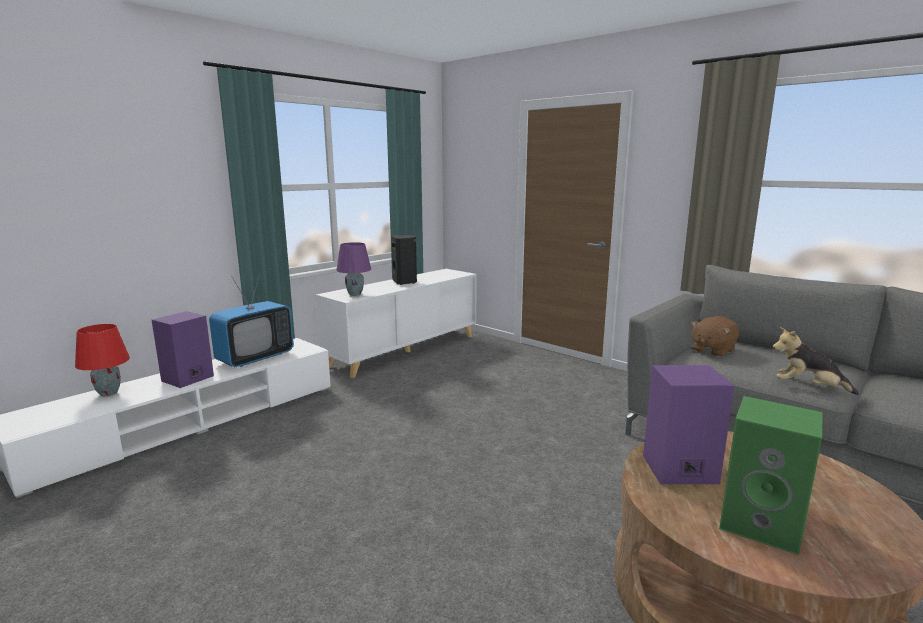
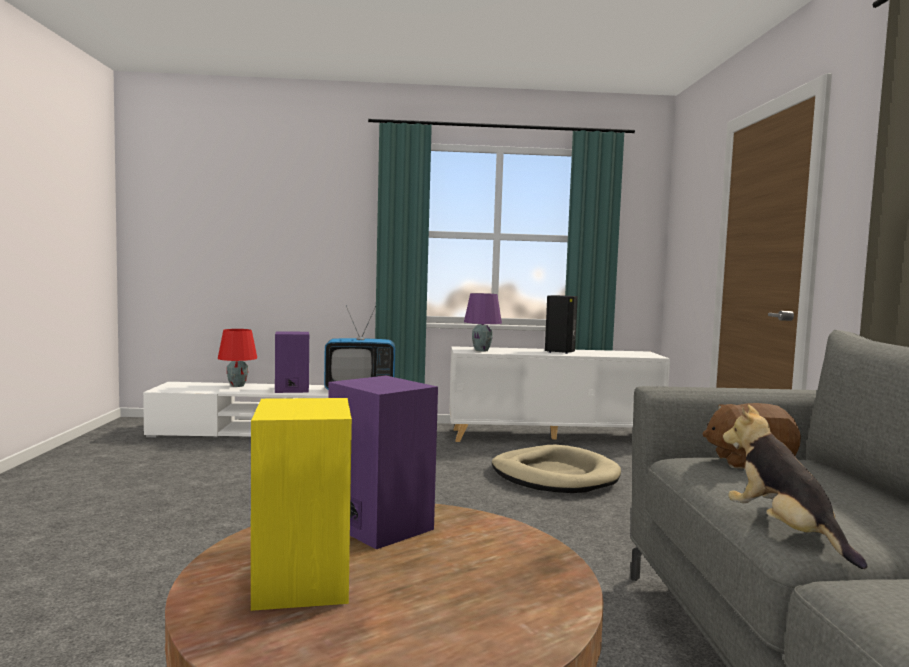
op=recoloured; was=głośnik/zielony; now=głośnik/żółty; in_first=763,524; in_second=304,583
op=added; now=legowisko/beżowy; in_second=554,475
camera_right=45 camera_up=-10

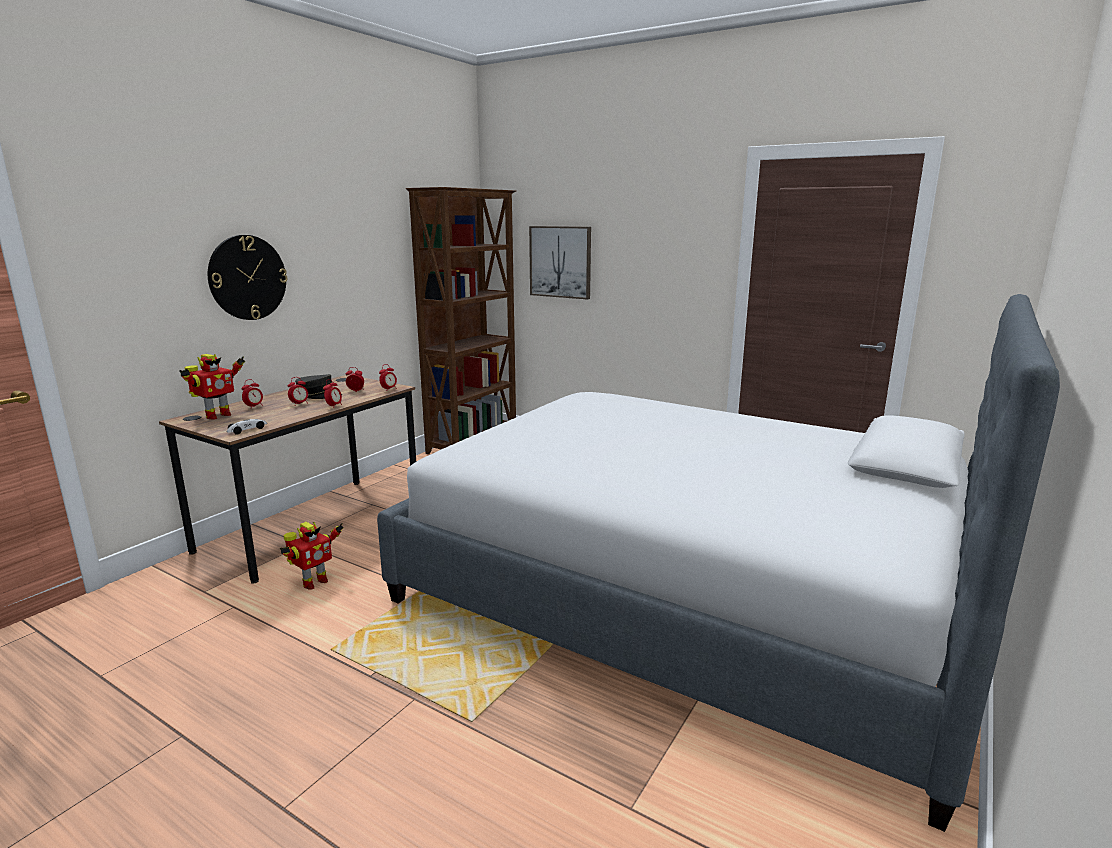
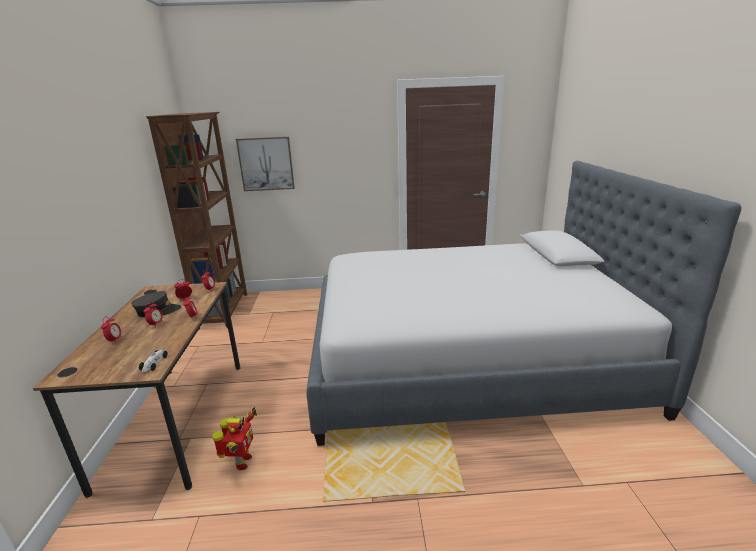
op=removed; was=zegar ścienny; in_first=247,277
op=removed; was=robot zabawkowy; in_first=217,416
camera_right=-35 camera_up=5

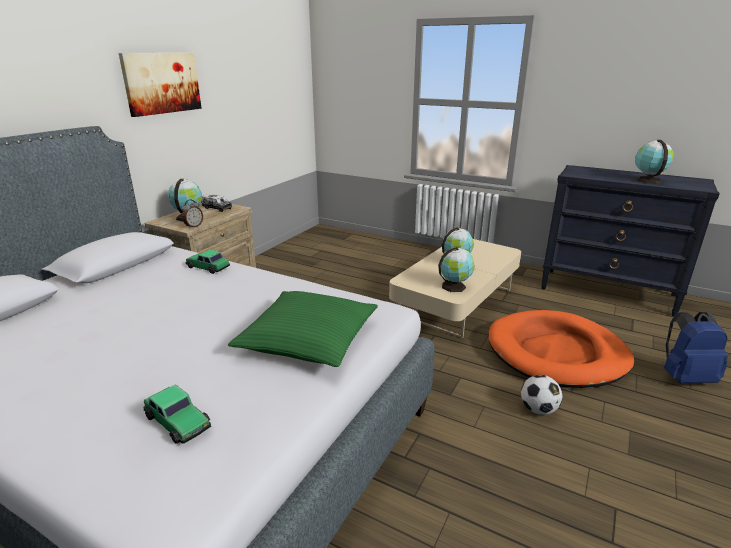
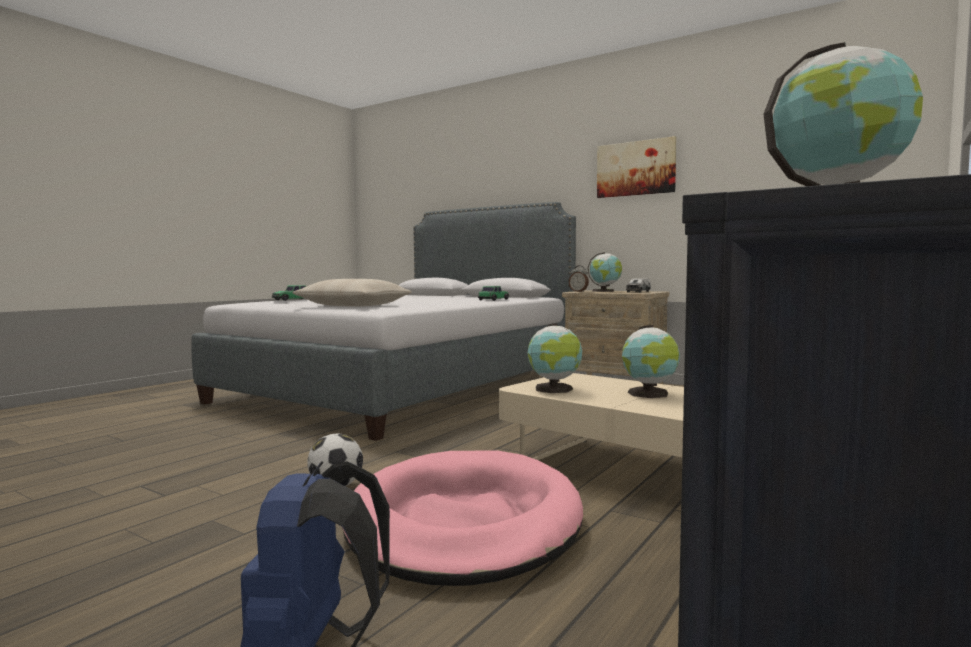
op=recoloured; was=poduszka/zielony; now=poduszka/beżowy; in_first=308,339; in_second=354,305
op=recoloured; was=legowisko/pomarańczowy; now=legowisko/różowy; in_first=556,353; in_second=464,523
camera_right=95 camera_up=-20

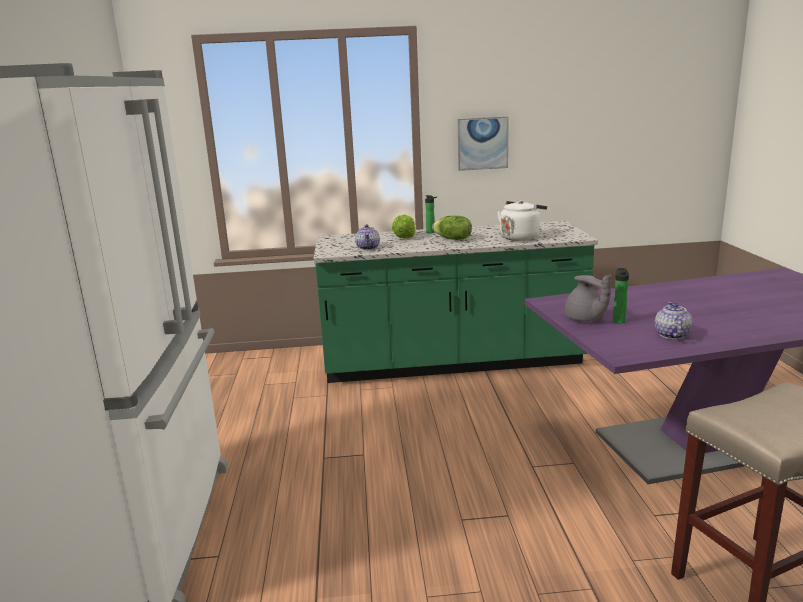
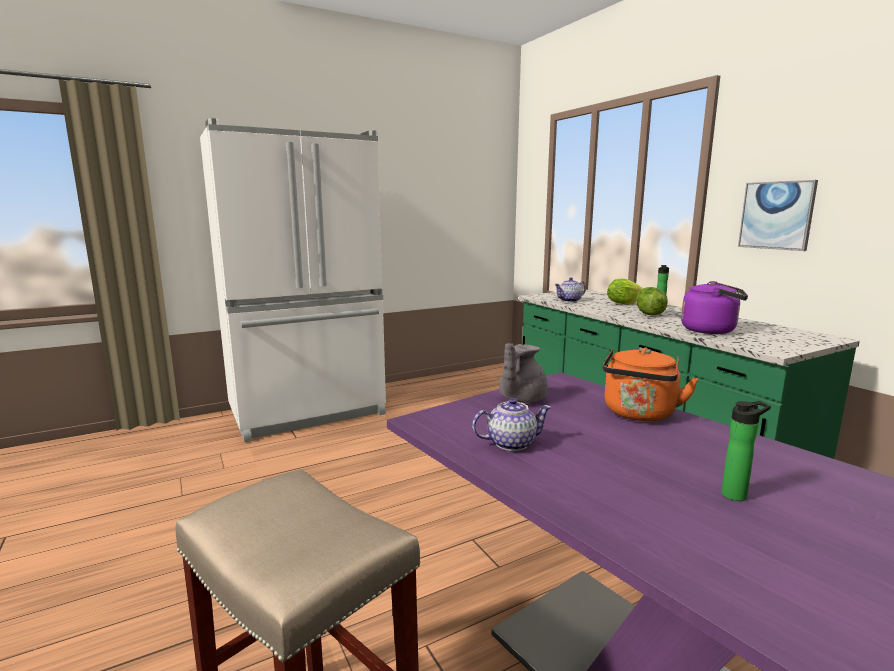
op=recoloured; was=czajnik/biały; now=czajnik/fioletowy; in_first=520,237; in_second=711,330
op=moved; was=butelka; in_first=618,320; in_second=737,495
op=added; now=czajnik/pomarańczowy; in_second=639,414
camera_right=65 camera_up=-5

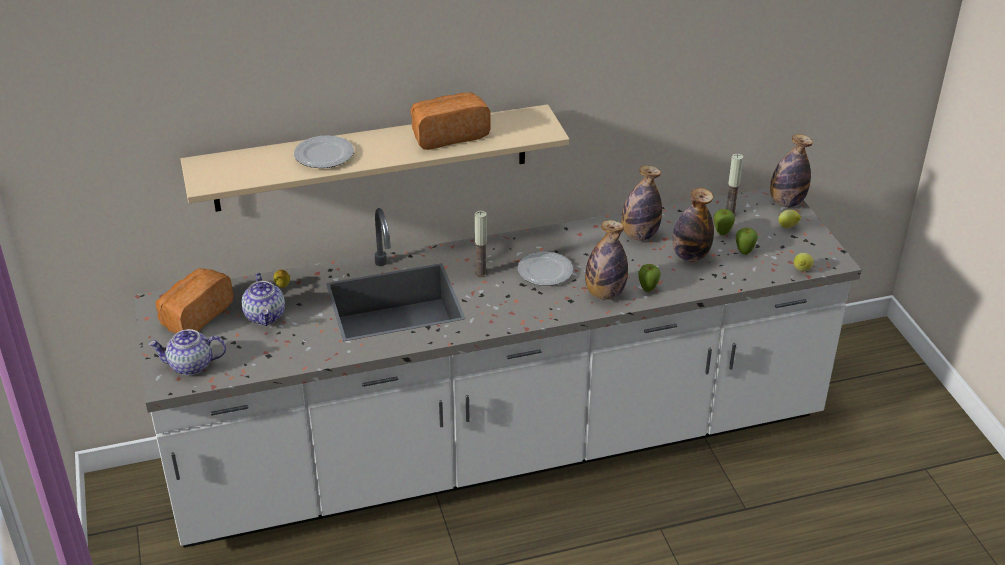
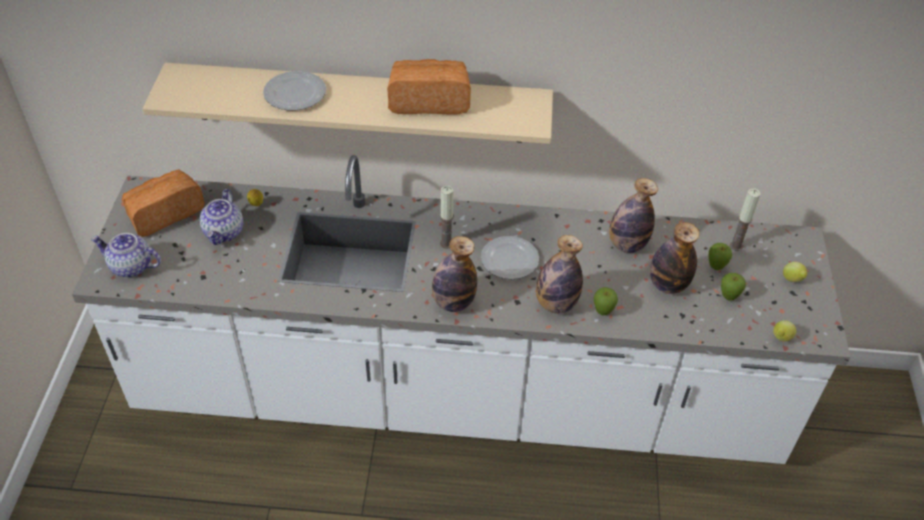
op=moved; was=butelka; in_first=786,202; in_second=453,302
camera_right=20 camera_up=10

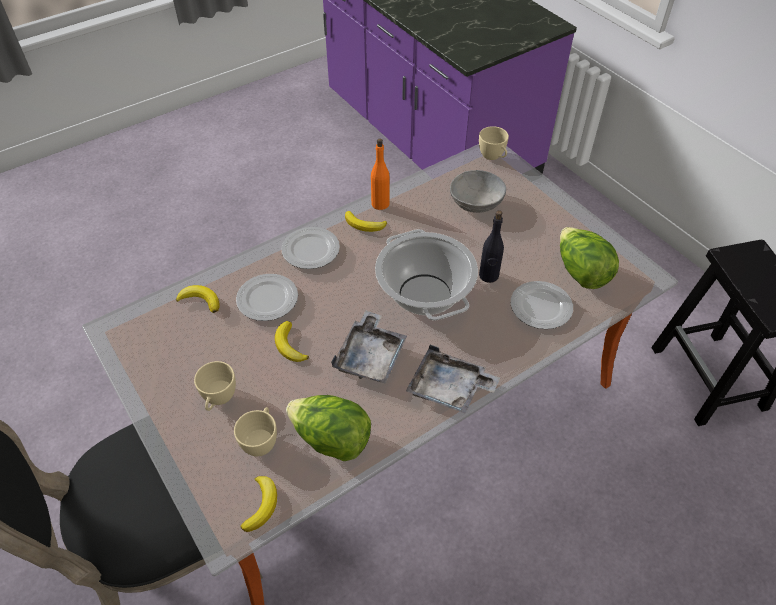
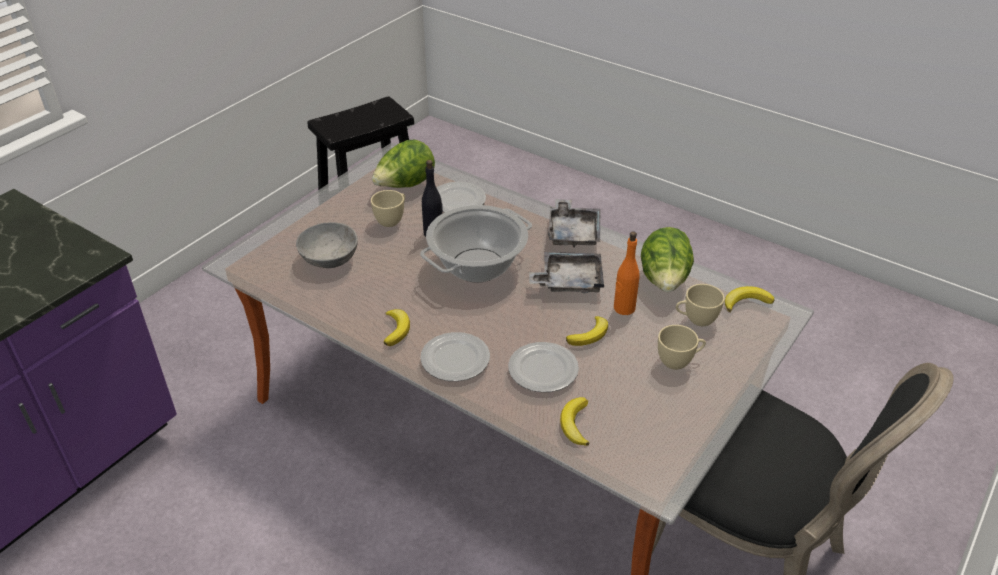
op=moved; was=filiżanka/beżowy; in_first=493,157; in_second=392,220
op=moved; was=butelka/pomarańczowy; in_first=380,203; in_second=624,308
camera_right=-110 camera_up=-10

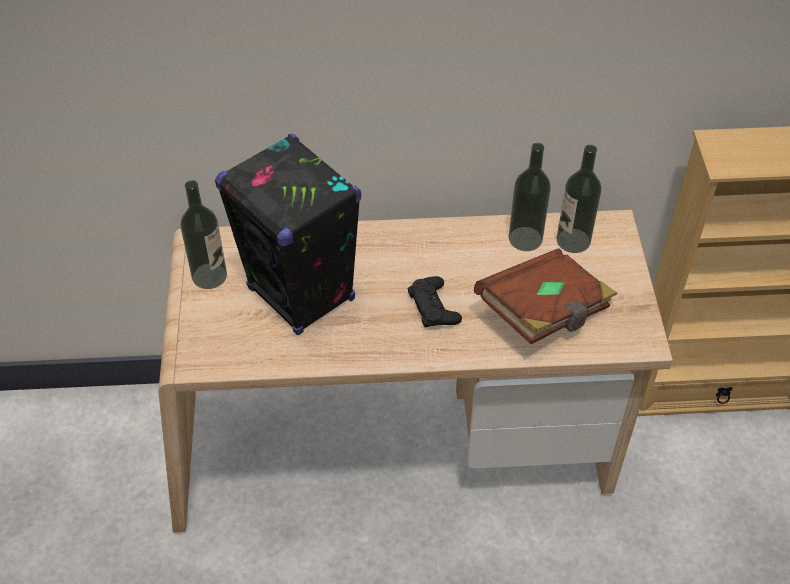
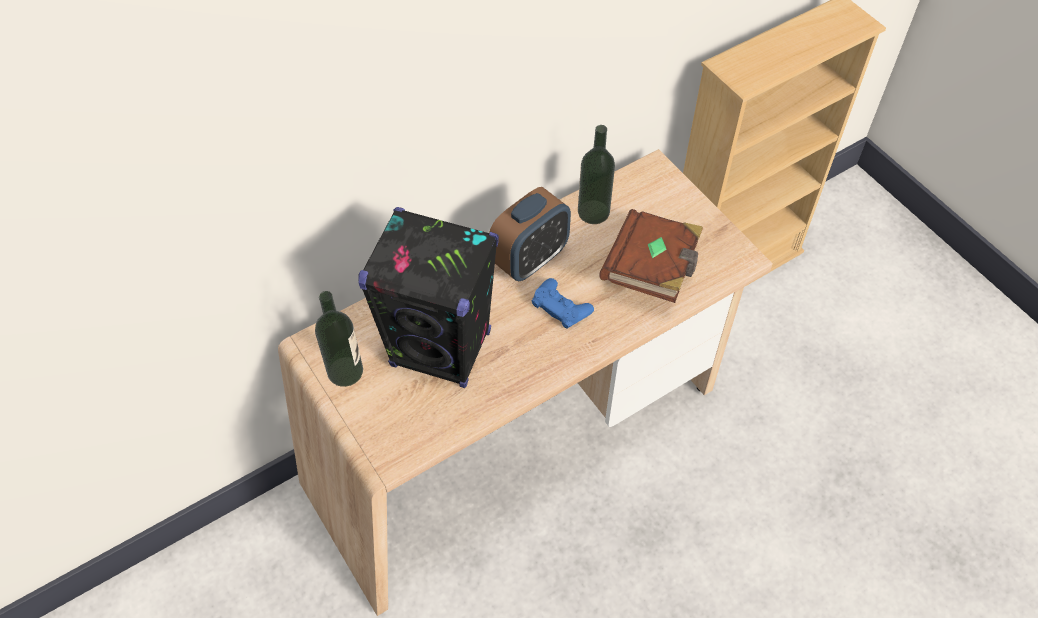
op=removed; was=butelka; in_first=573,240
op=recoloured; was=pad do gier/czarny; now=pad do gier/niebieski; in_first=433,307; in_second=561,307
op=added; now=budzik; in_second=530,259
camera_right=-30 camera_up=5

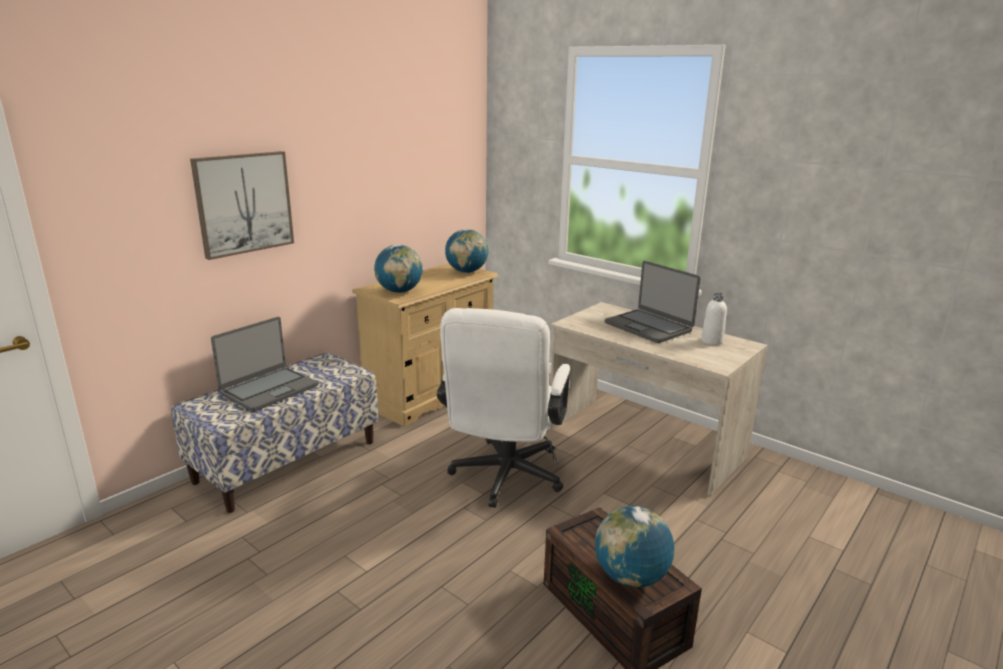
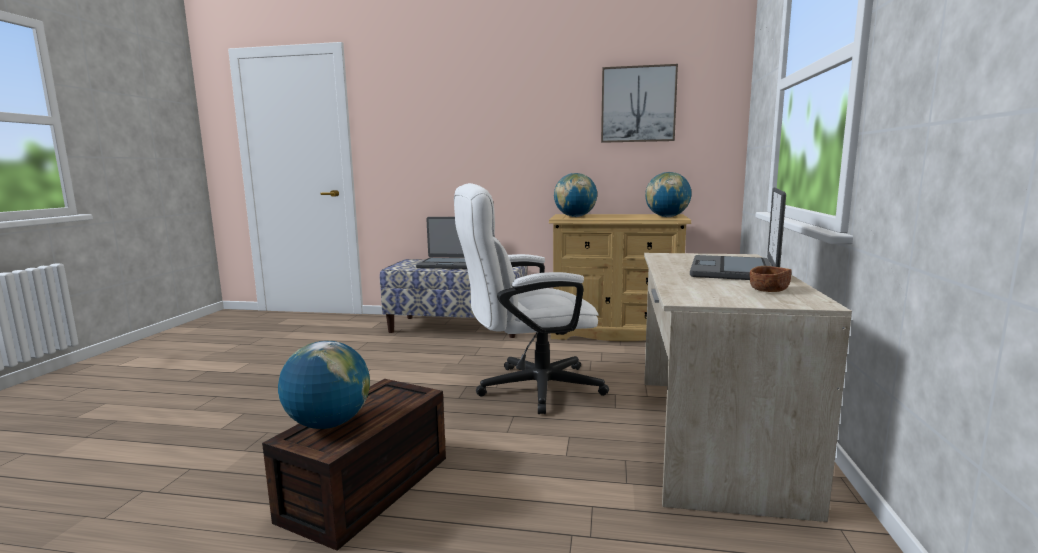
op=moved; was=obraz; in_first=244,203; in_second=638,104
op=replaced; was=butelka/biały; now=miska/brązowy; in_first=711,341; in_second=769,290
camera_right=60 camera_up=-10

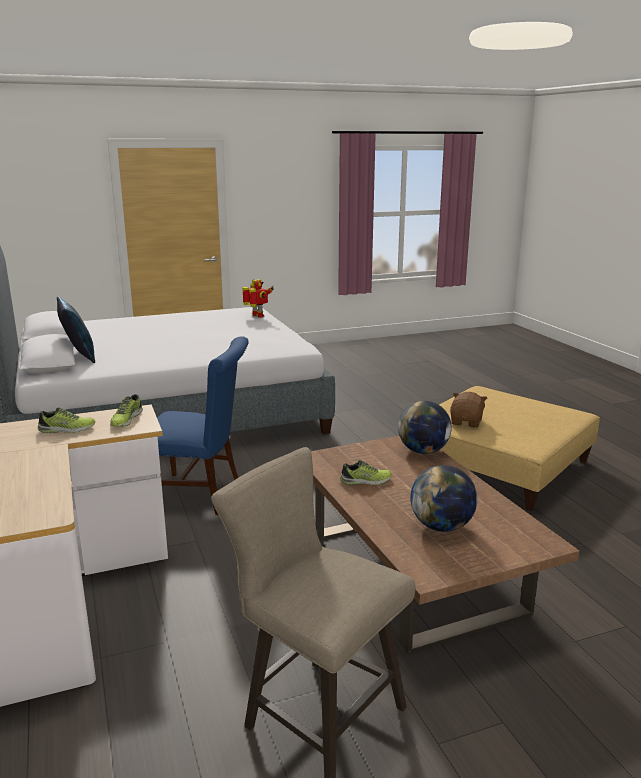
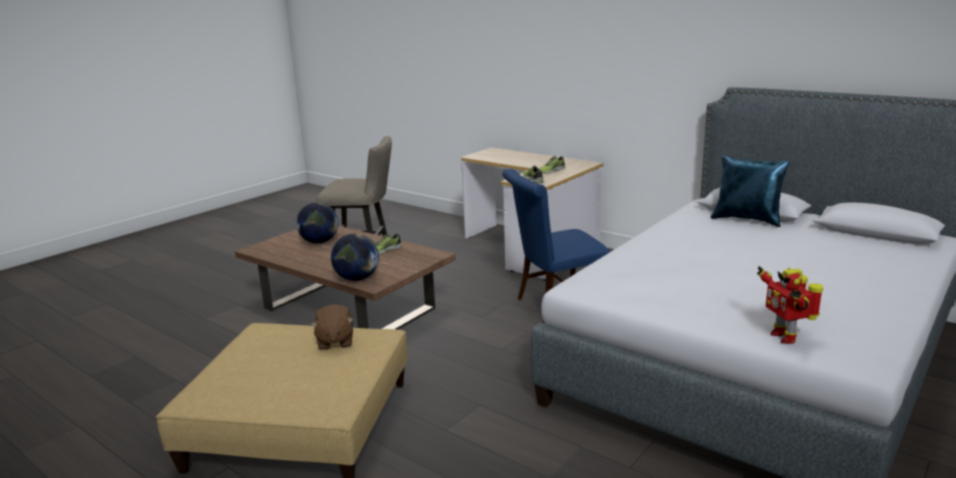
op=turned; was=robot zabawkowy; in_first=257,316; in_second=784,336; clockwise=60
camera_right=150 camera_up=0

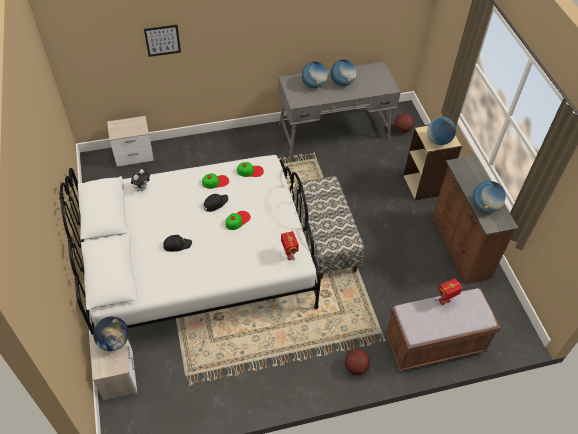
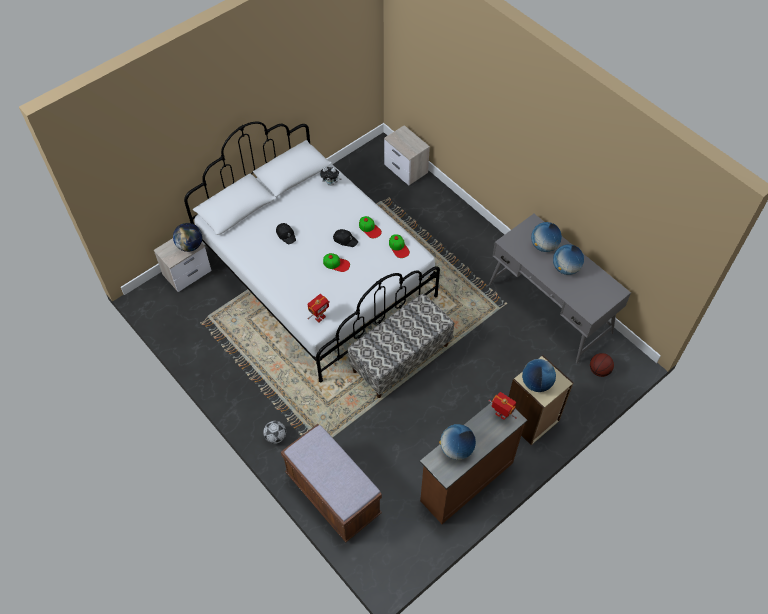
op=removed; was=obraz; in_first=162,40
op=moved; was=robot zabawkowy; in_first=445,301; in_second=501,415
op=replaced; was=piłka do koszykówki; now=piłka futbolowa; in_first=356,367; in_second=275,437
camera_right=65 camera_up=5

